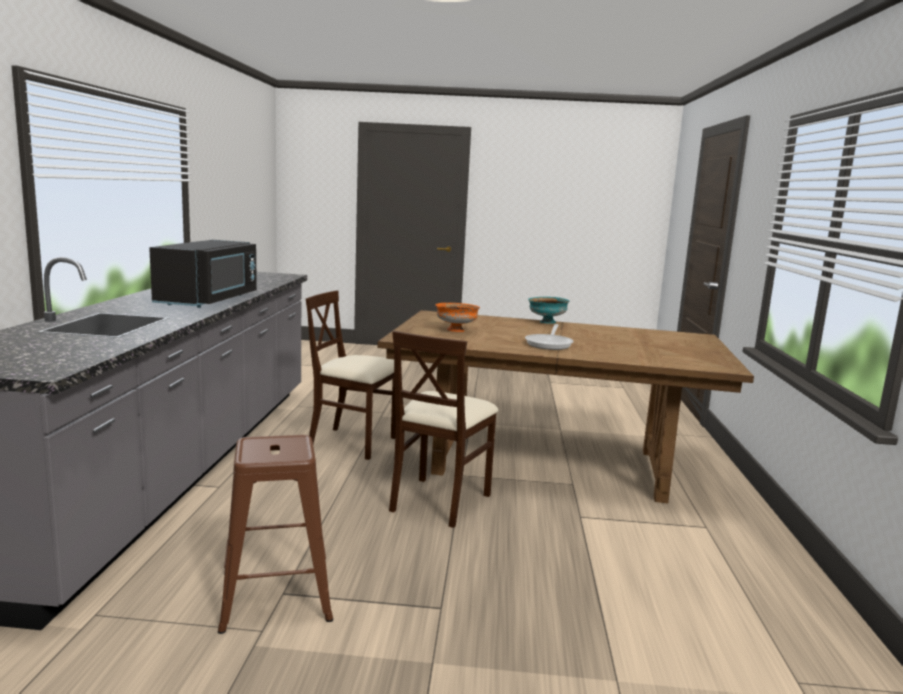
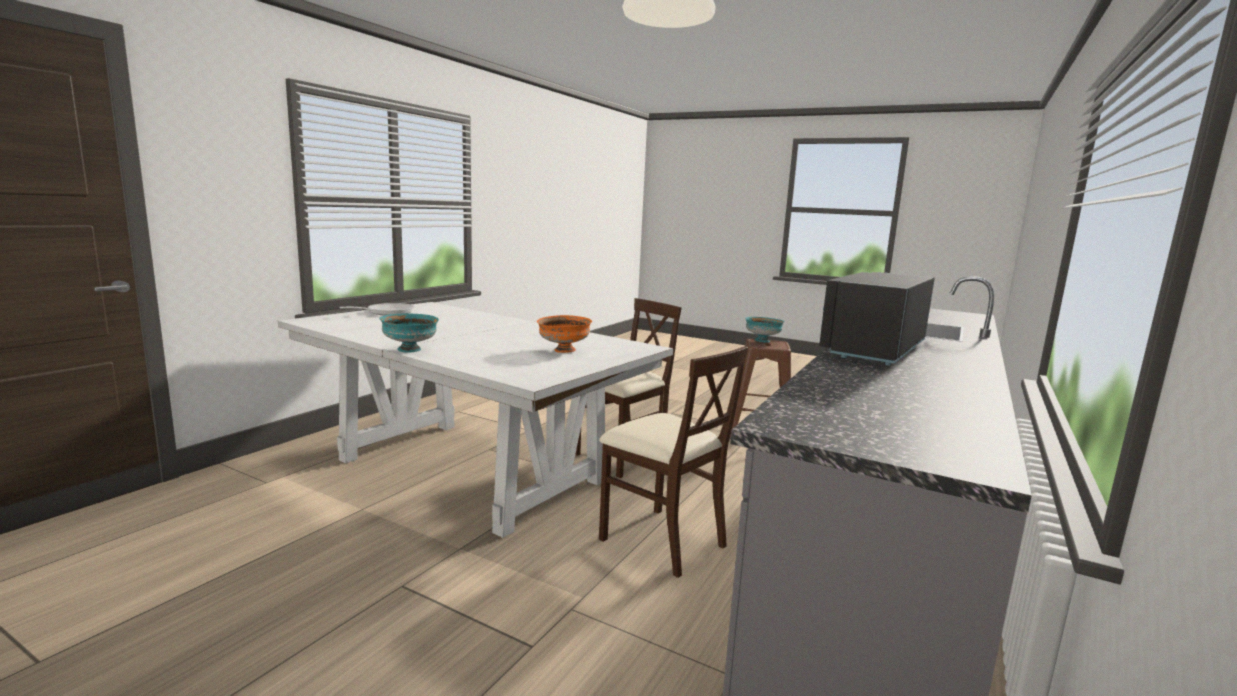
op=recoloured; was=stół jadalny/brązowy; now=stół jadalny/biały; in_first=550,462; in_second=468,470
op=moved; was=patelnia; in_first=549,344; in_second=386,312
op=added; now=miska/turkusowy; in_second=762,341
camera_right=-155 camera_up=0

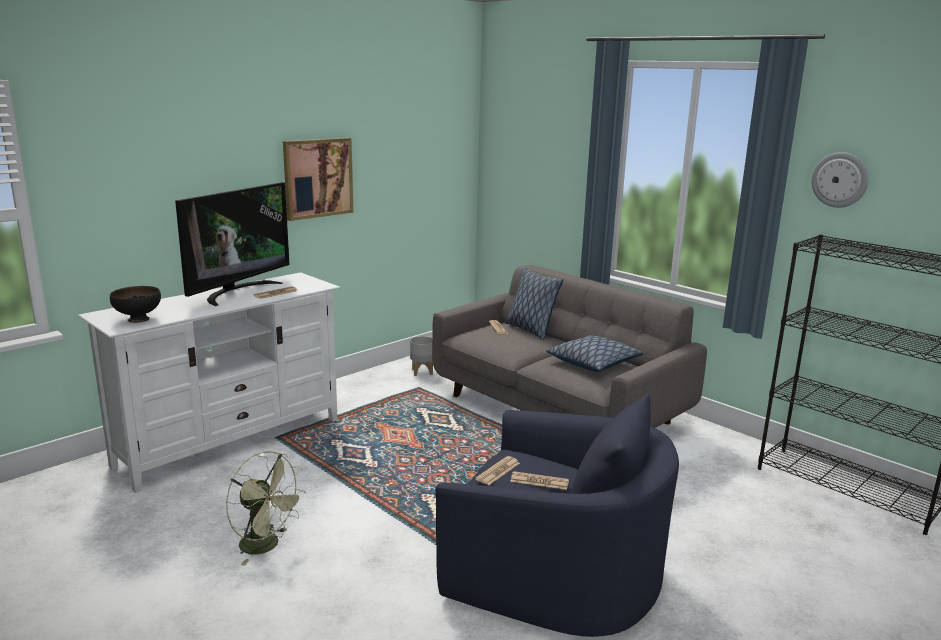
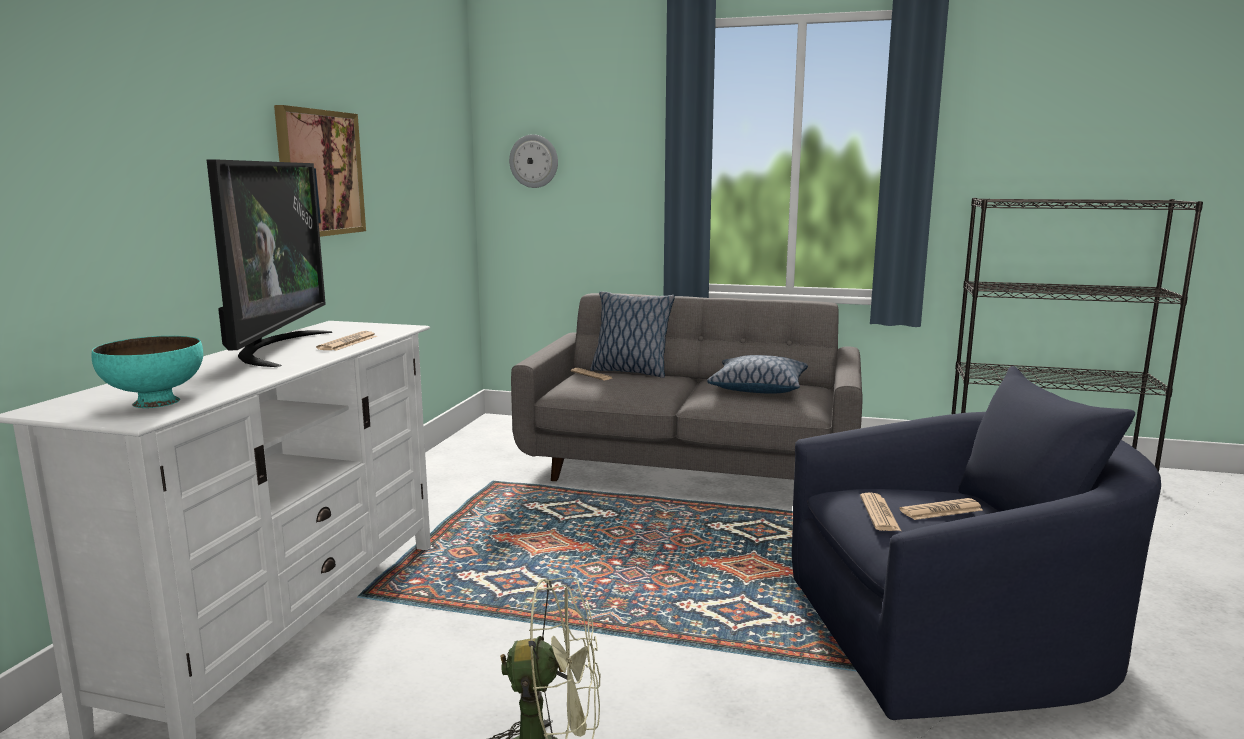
op=moved; was=zegar ścienny; in_first=840,180; in_second=534,161
op=recoloured; was=miska/czarny; now=miska/turkusowy; in_first=138,319; in_second=155,402
op=removed; was=donica/szary; in_first=422,372
camera_right=-30 camera_up=-5

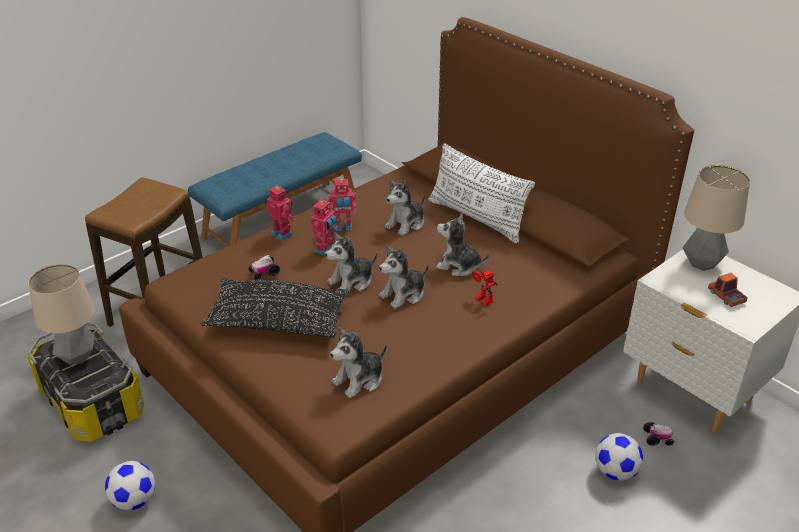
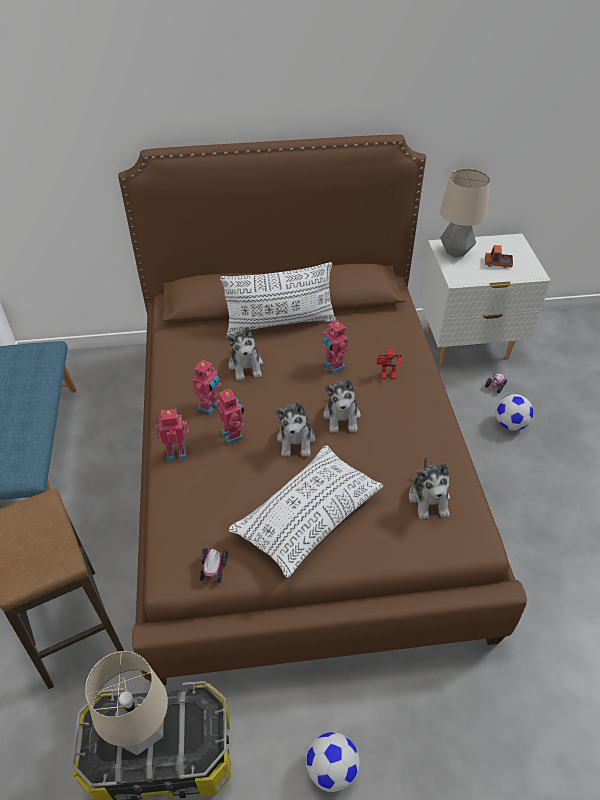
op=replaced; was=pluszak; now=robot zabawkowy; in_first=459,266; in_second=333,366
op=moved; was=samochodzik; in_first=264,273; in_second=213,569
op=recoloured; was=poduszka/czarny; now=poduszka/biały; in_first=278,321; in_second=307,517
camera_right=-55 camera_up=10

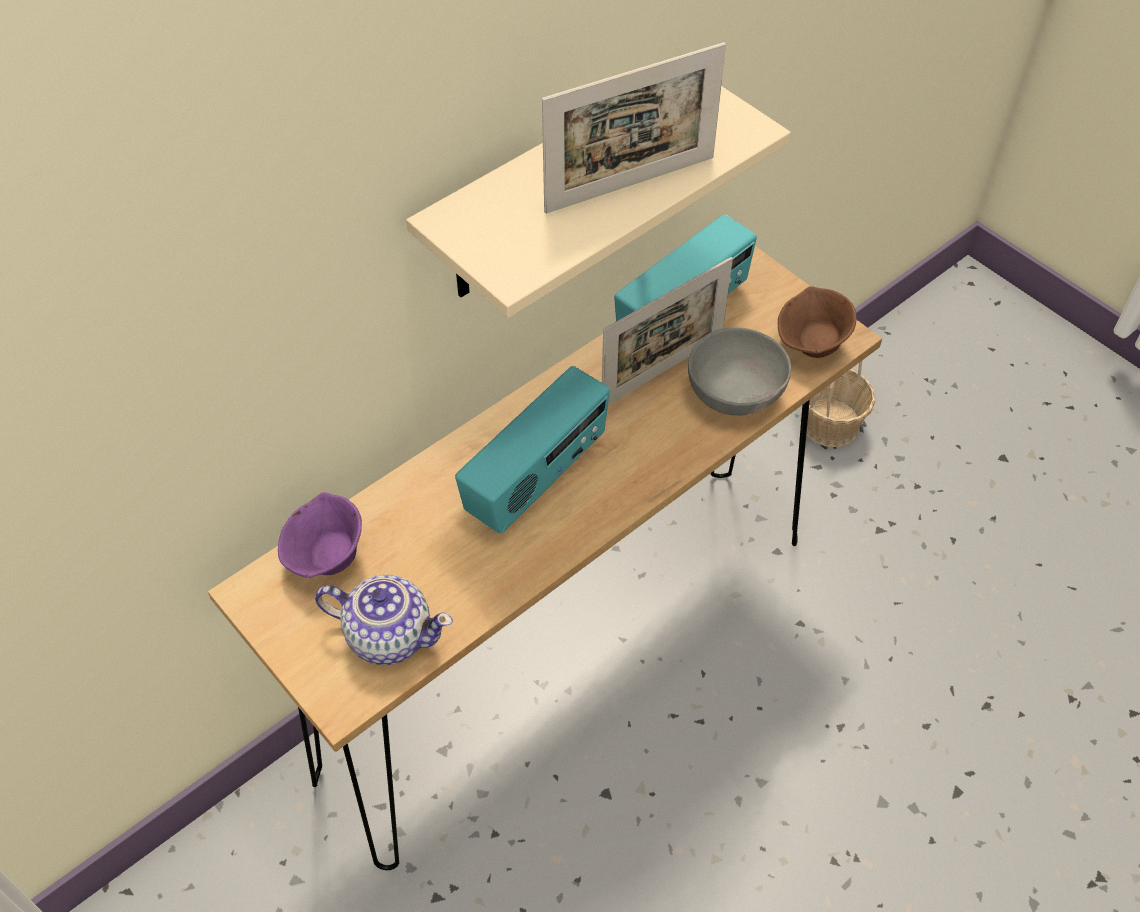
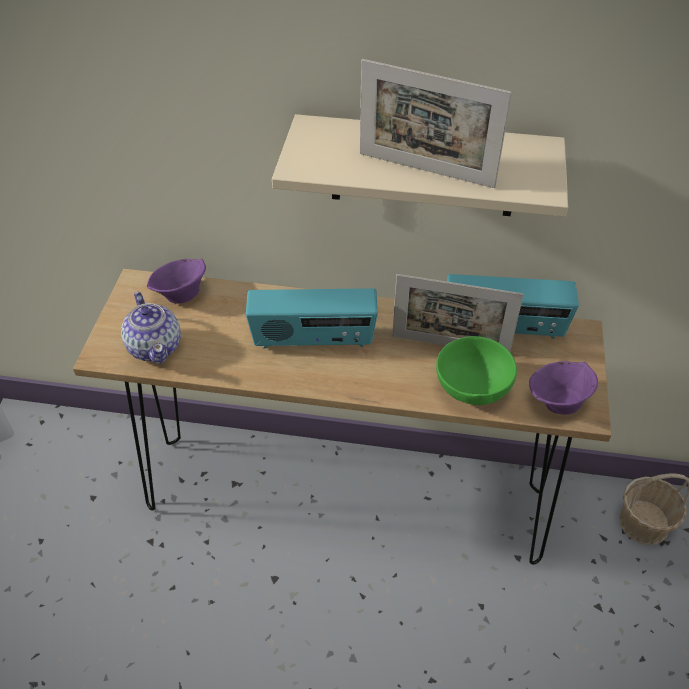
op=recoloured; was=miska/brązowy; now=miska/fioletowy; in_first=812,346; in_second=557,402
op=recoloured; was=miska/szary; now=miska/zielony; in_first=736,397; in_second=471,390
camera_right=50 camera_up=-5

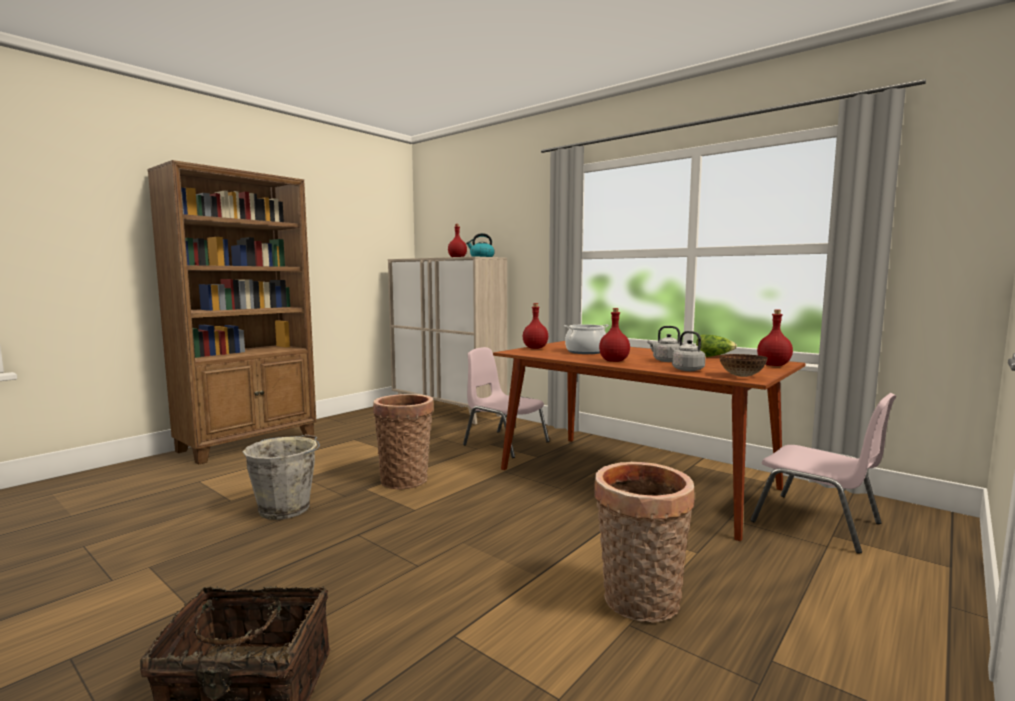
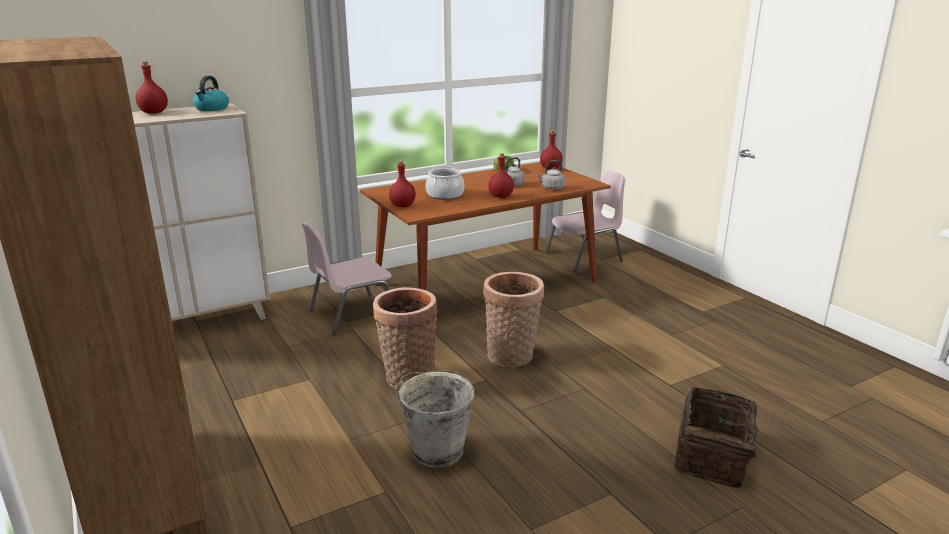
op=removed; was=miska; in_first=742,376
op=moved; was=koszyk; in_first=639,603; in_second=512,357
camera_right=-70 camera_up=15

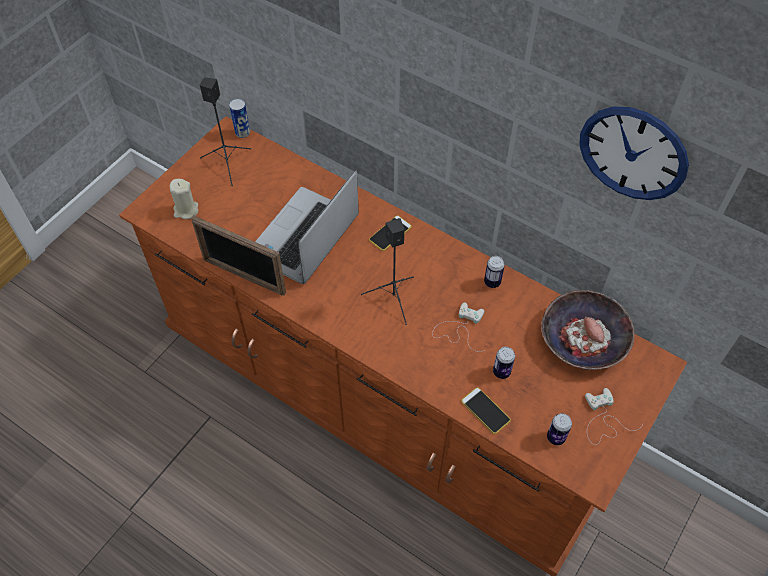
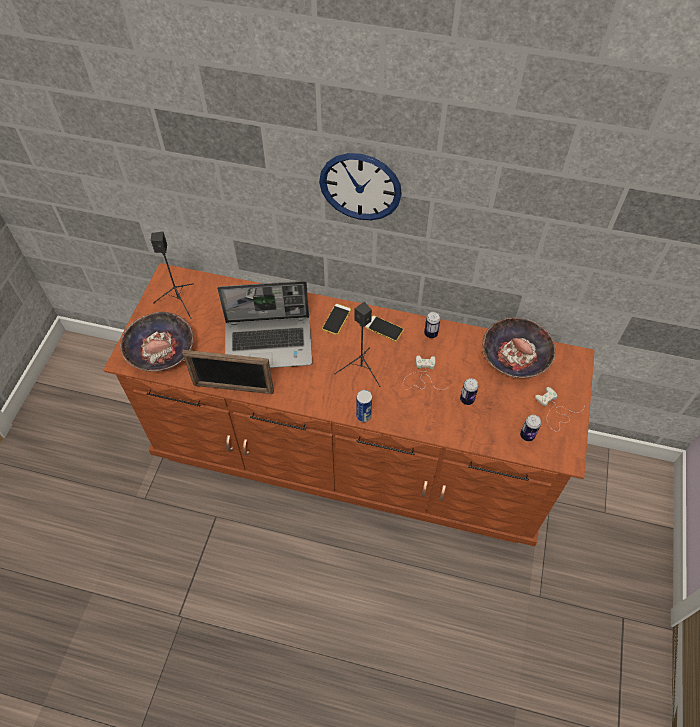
op=moved; was=puszka; in_first=242,133; in_second=363,416
op=moved; was=zegar ścienny; in_first=633,153; in_second=360,187
op=turned; was=laptop; in_first=304,238; in_second=269,343; clockwise=-105
op=replaced; was=świeca/beżowy; now=miska; in_first=186,210; in_second=160,349
op=moved; was=telefon; in_first=485,411; in_second=384,328
camera_right=-20 camera_up=0

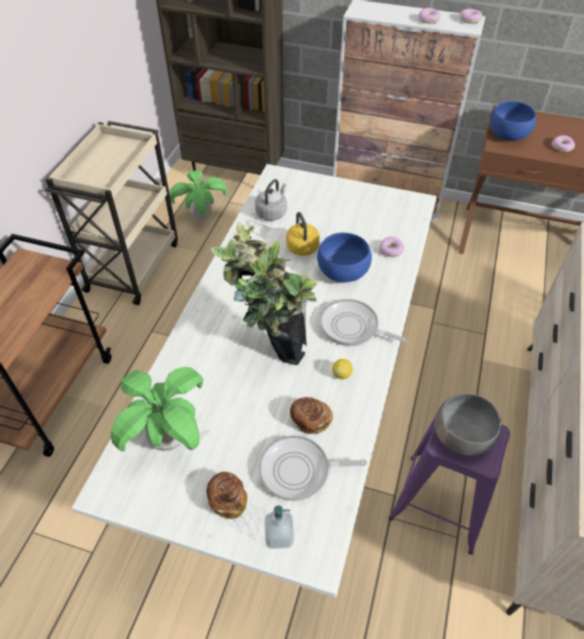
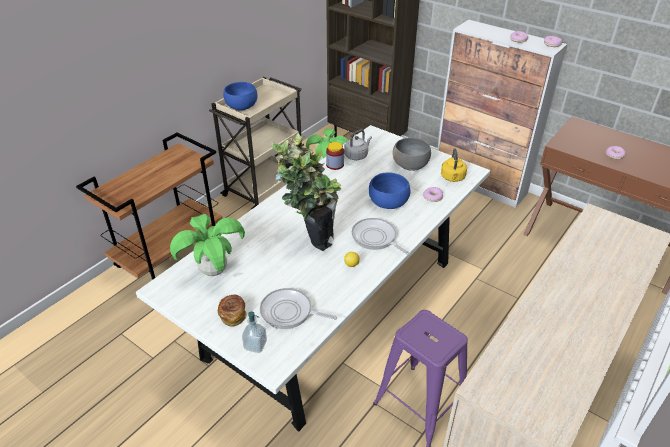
op=moved; was=miska/niebieski; in_first=508,135; in_second=242,106
op=moved; was=czajnik/żółty; in_first=303,249; in_second=452,178
op=moved; was=miska/szary; in_first=462,436; in_second=410,165
op=removed; was=chleb; in_first=310,420
op=added; now=słoik; in_second=335,165
camera_right=20 camera_up=-10

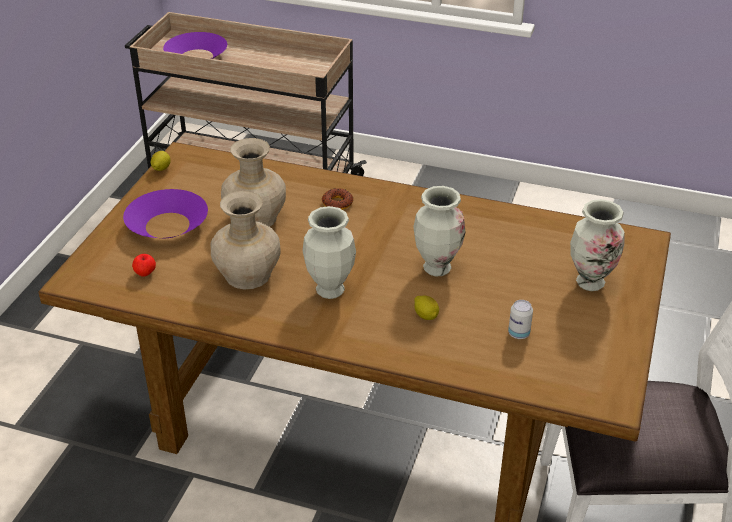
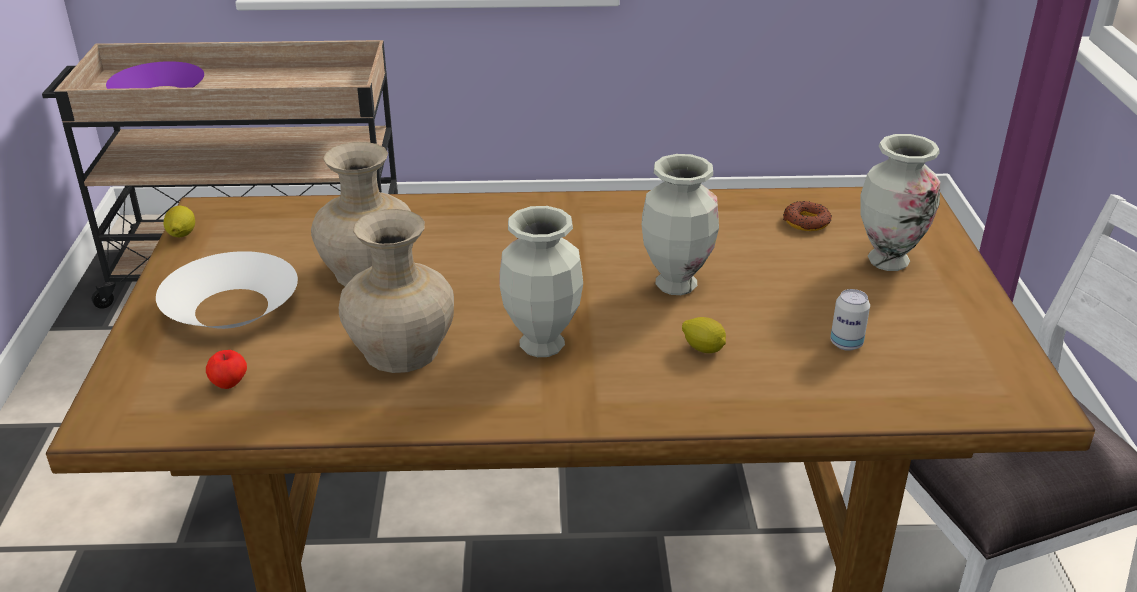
op=moved; was=donut; in_first=337,203; in_second=806,222
op=recoloured; was=miska/fioletowy; now=miska/biały; in_first=167,225; in_second=231,308
camera_right=-20 camera_up=-5

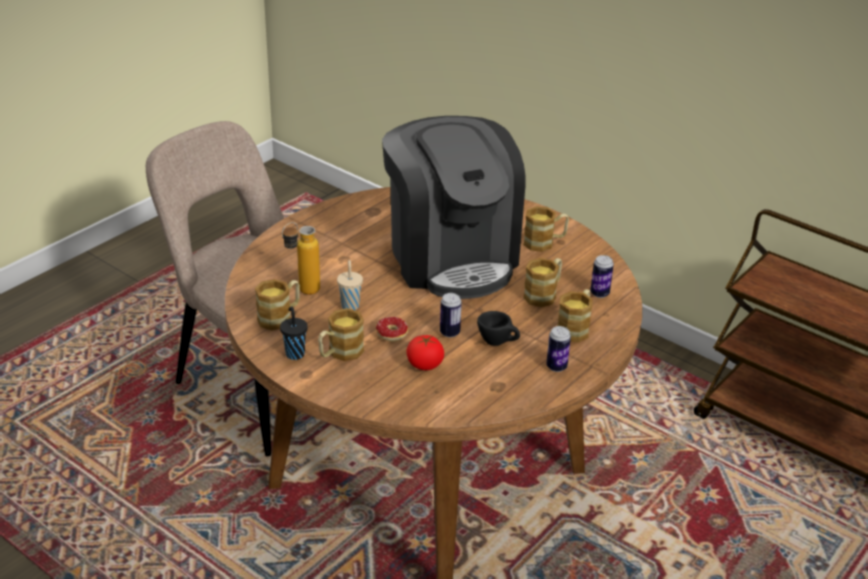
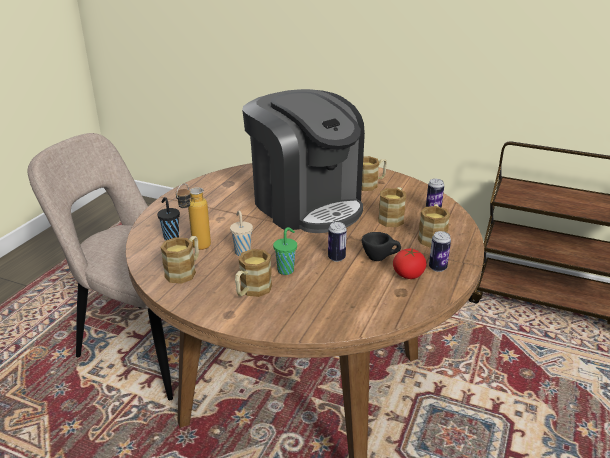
op=moved; was=filiżanka/czarny; in_first=294,353; in_second=171,237
op=replaced; was=donut; now=filiżanka/zielony; in_first=387,336; in_second=286,270
op=moved; was=pomidor; in_first=424,364; in_second=408,275
camera_right=-15 camera_up=-5

